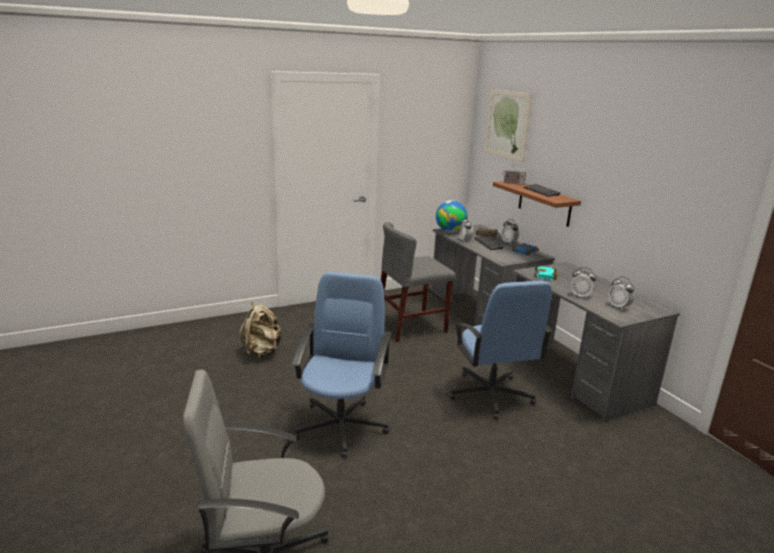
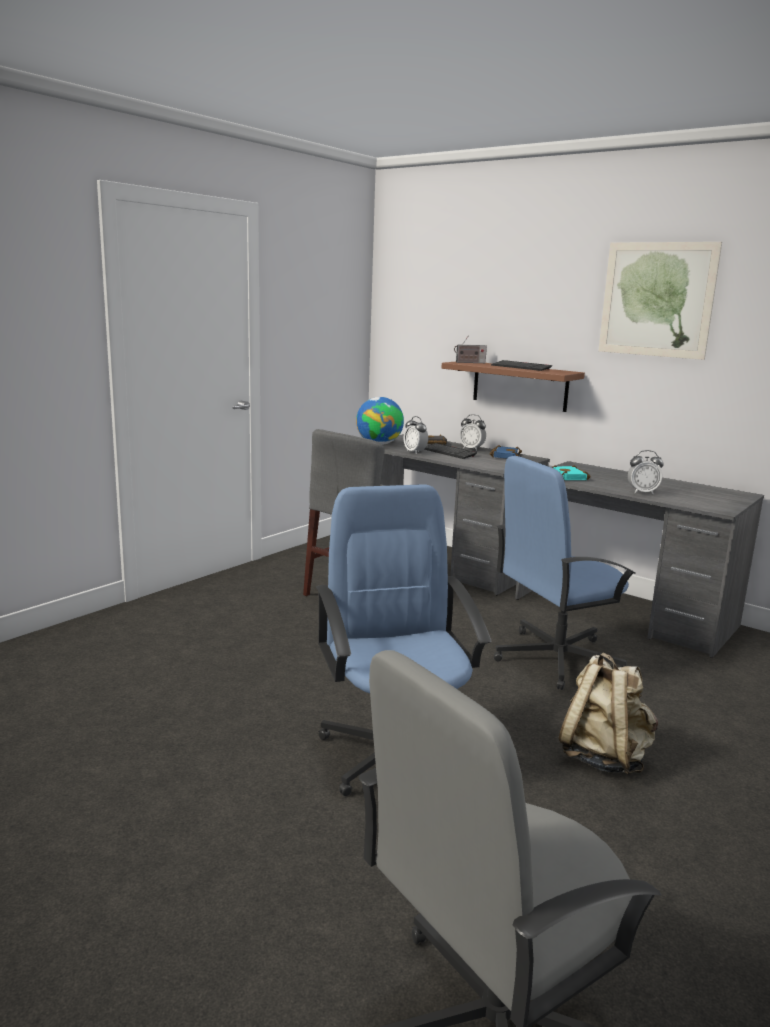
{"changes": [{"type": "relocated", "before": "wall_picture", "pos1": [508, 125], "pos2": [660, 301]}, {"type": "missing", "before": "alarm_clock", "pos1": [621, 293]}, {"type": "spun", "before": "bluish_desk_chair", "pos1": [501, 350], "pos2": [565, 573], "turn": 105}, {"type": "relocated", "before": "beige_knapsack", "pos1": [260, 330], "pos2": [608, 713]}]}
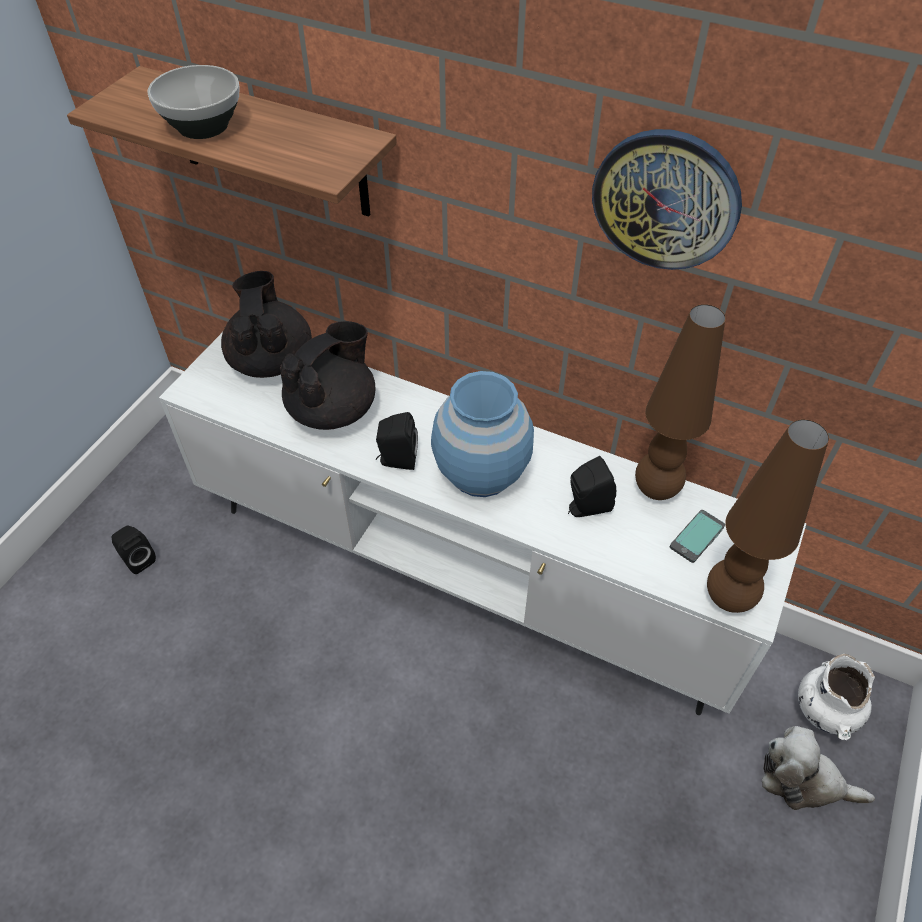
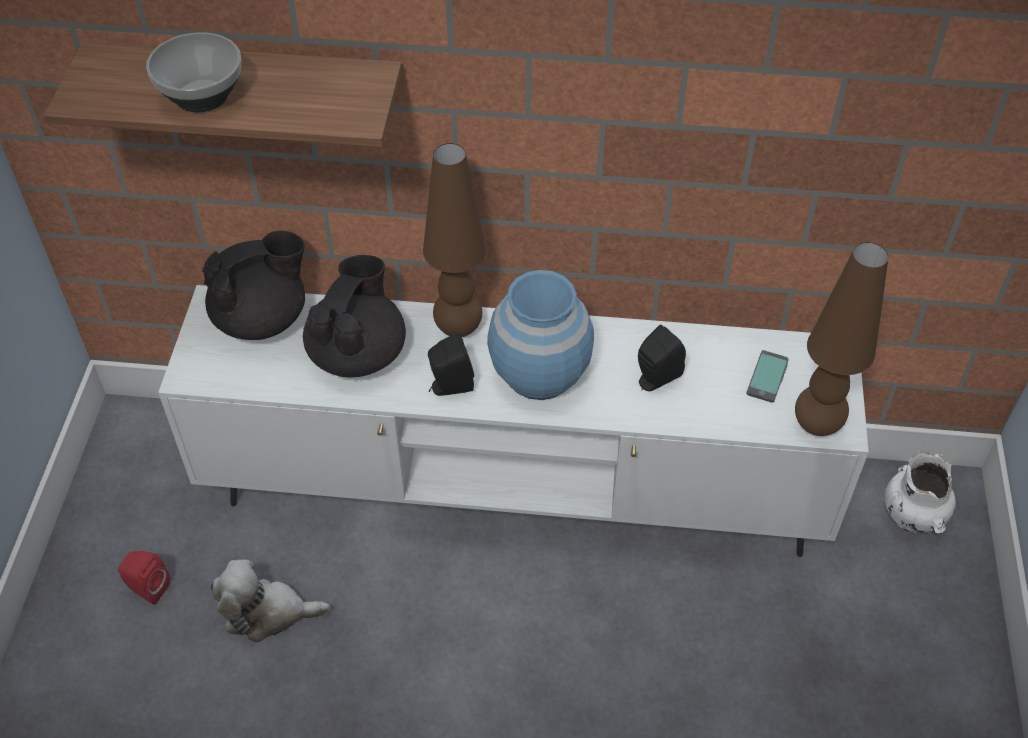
{"changes": [{"type": "missing", "before": "wall_clock", "pos1": [667, 199]}, {"type": "spun", "before": "black_tea_pot", "pos1": [266, 324], "pos2": [253, 285], "turn": 90}, {"type": "relocated", "before": "brown-coloured_lamp_for_a_table", "pos1": [680, 402], "pos2": [454, 240]}, {"type": "colour", "before": "black_audio_speaker", "after": "red-coloured_audio_speaker", "pos1": [133, 550], "pos2": [144, 578]}, {"type": "relocated", "before": "soft_toy", "pos1": [818, 768], "pos2": [270, 601]}]}
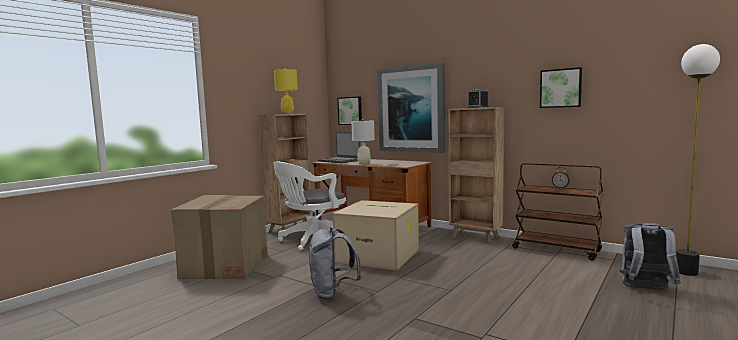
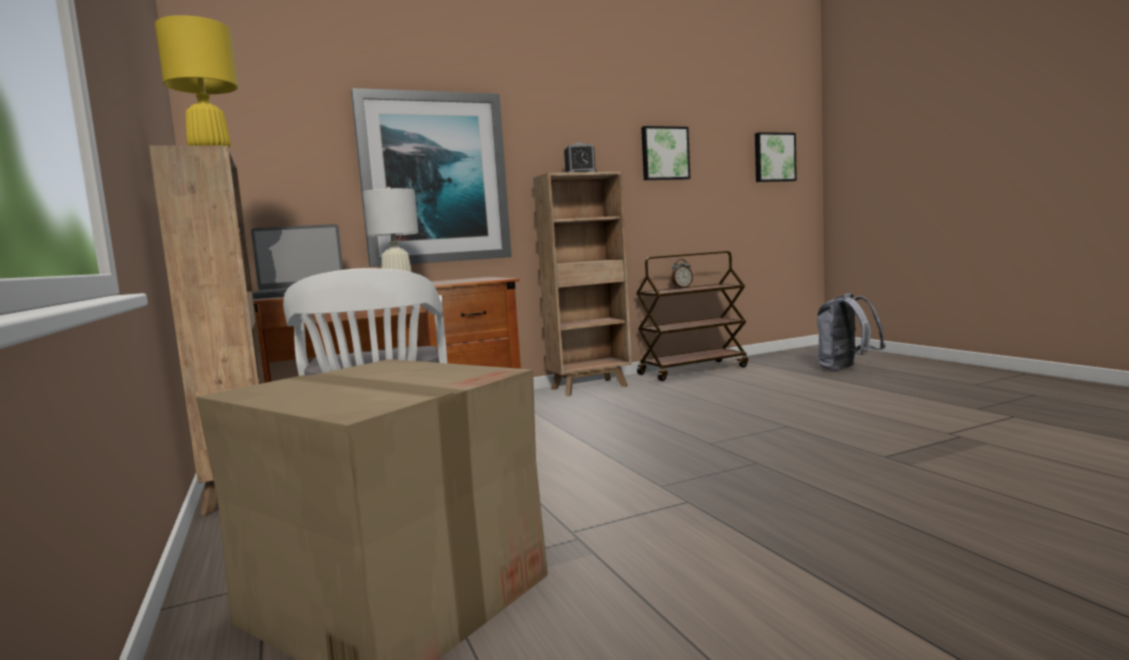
{"changes": [{"type": "missing", "before": "standing_lamp", "pos1": [698, 160]}, {"type": "relocated", "before": "wall_picture", "pos1": [349, 110], "pos2": [776, 157]}, {"type": "missing", "before": "carton", "pos1": [375, 235]}, {"type": "missing", "before": "grey_knapsack", "pos1": [335, 263]}]}
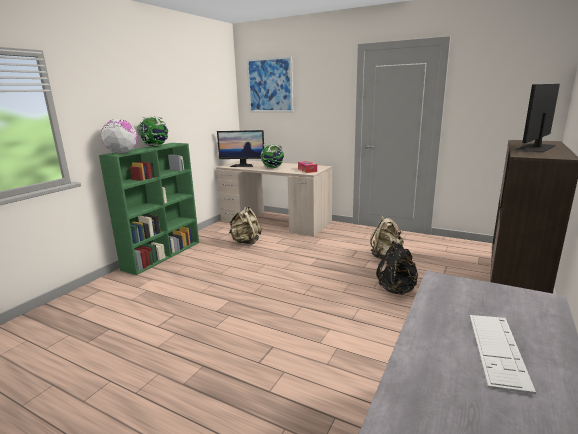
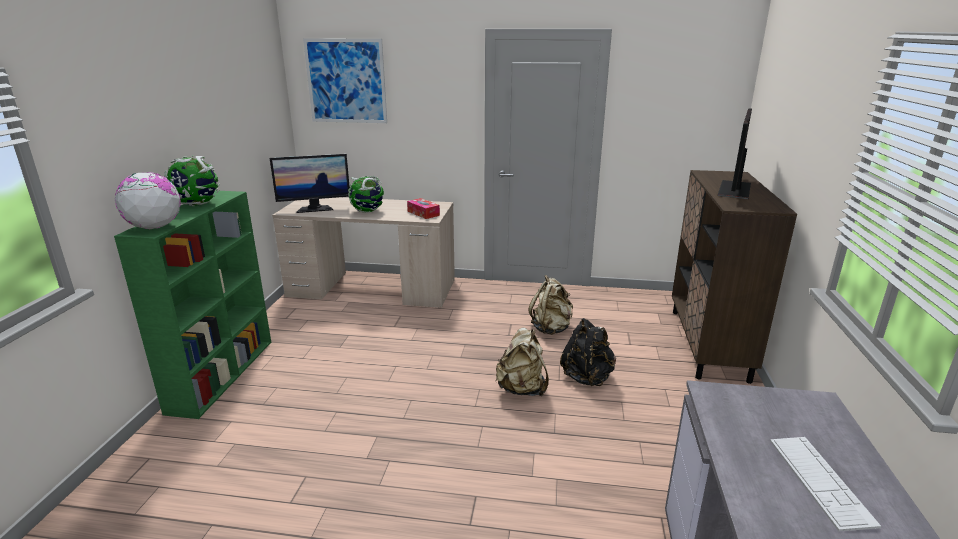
{"changes": [{"type": "relocated", "before": "beige_knapsack", "pos1": [245, 225], "pos2": [522, 362]}]}
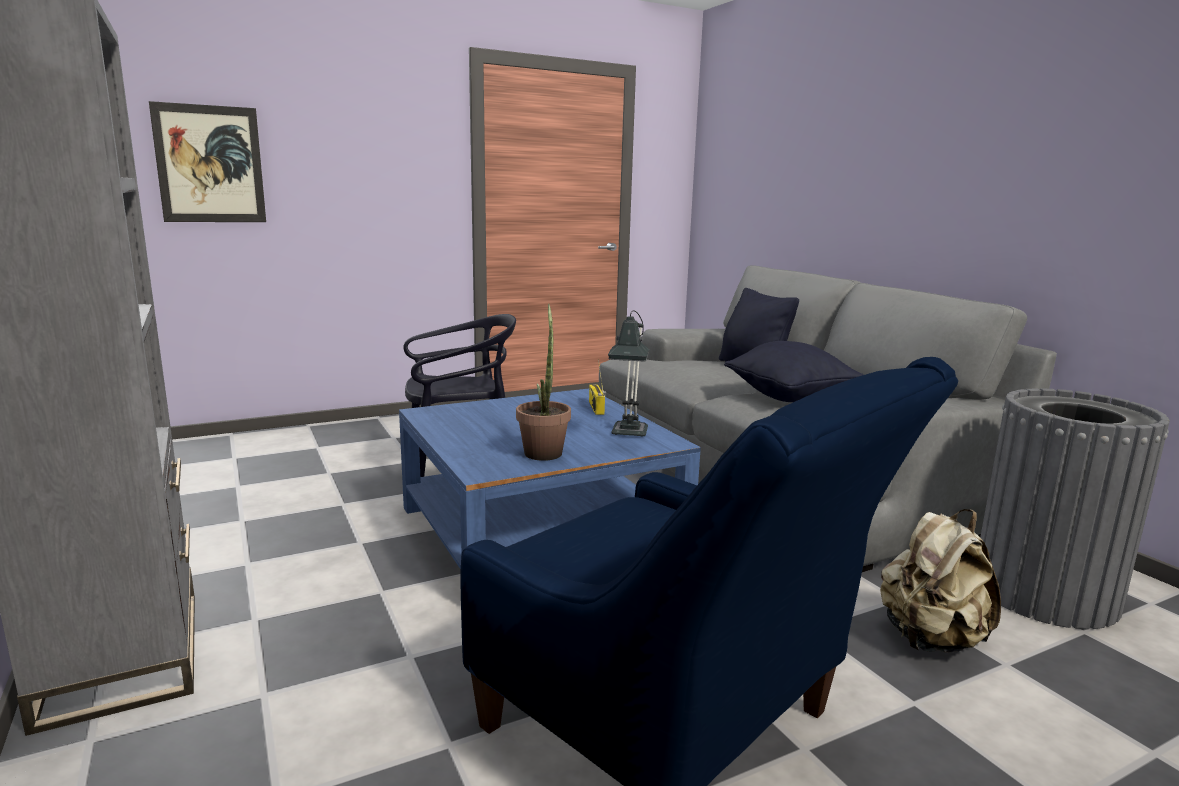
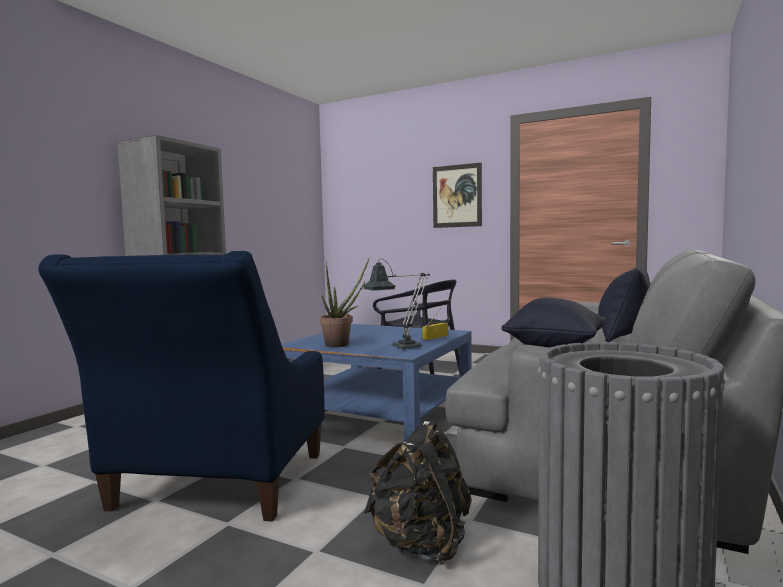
{"changes": [{"type": "relocated", "before": "wall_picture", "pos1": [207, 161], "pos2": [457, 195]}, {"type": "colour", "before": "beige_knapsack", "after": "black_knapsack", "pos1": [940, 581], "pos2": [418, 493]}]}
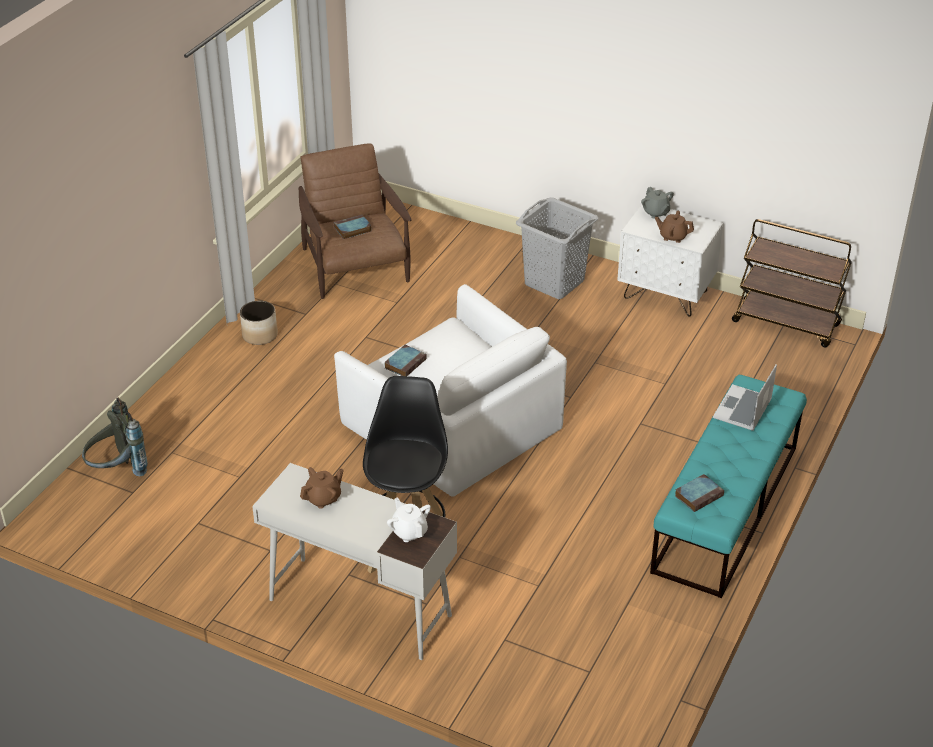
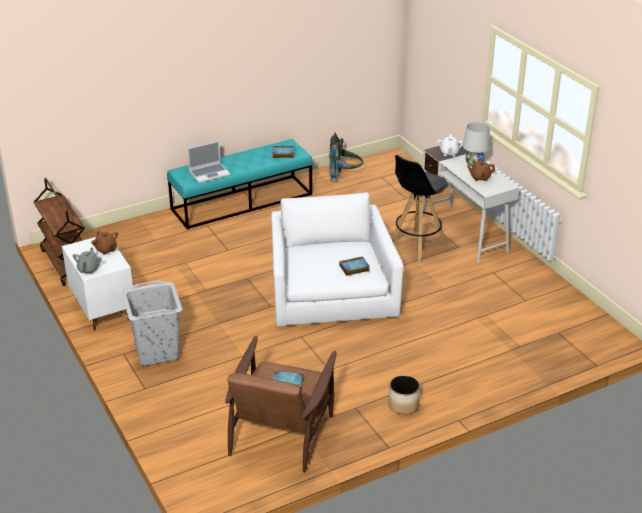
{"changes": [{"type": "relocated", "before": "grey_knapsack", "pos1": [115, 436], "pos2": [346, 157]}, {"type": "appeared", "after": "white_lamp_for_a_table", "pos2": [476, 144]}]}
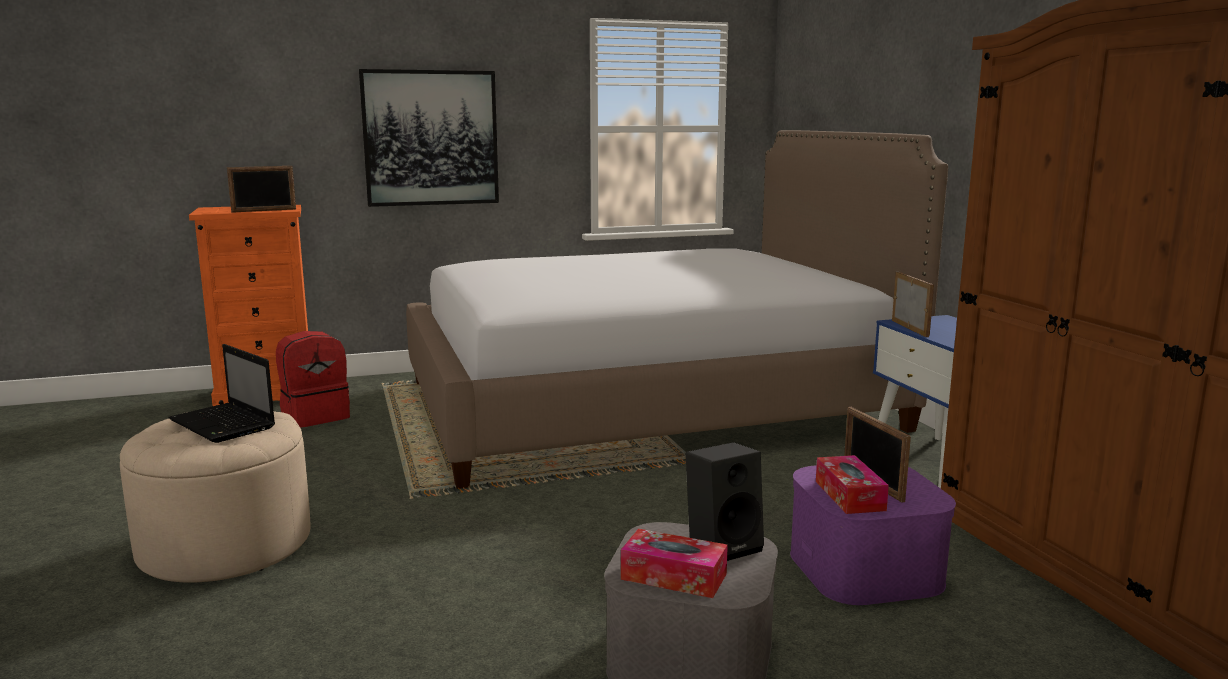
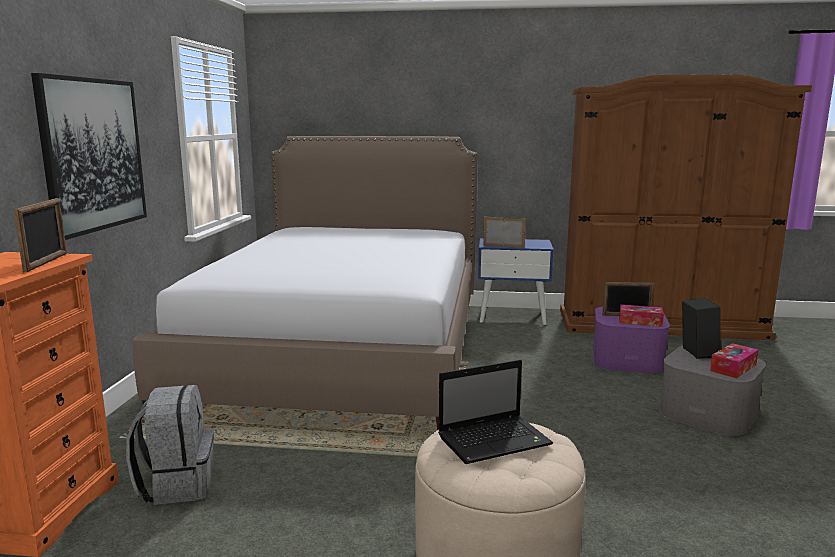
{"changes": [{"type": "colour", "before": "red-coloured_knapsack", "after": "grey_knapsack", "pos1": [313, 379], "pos2": [170, 445]}]}
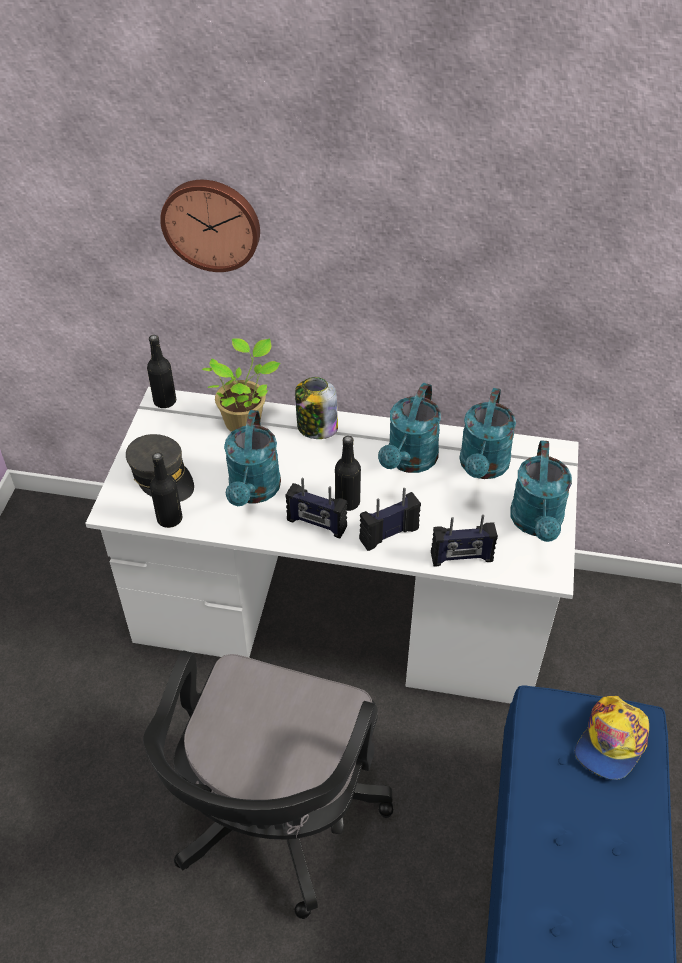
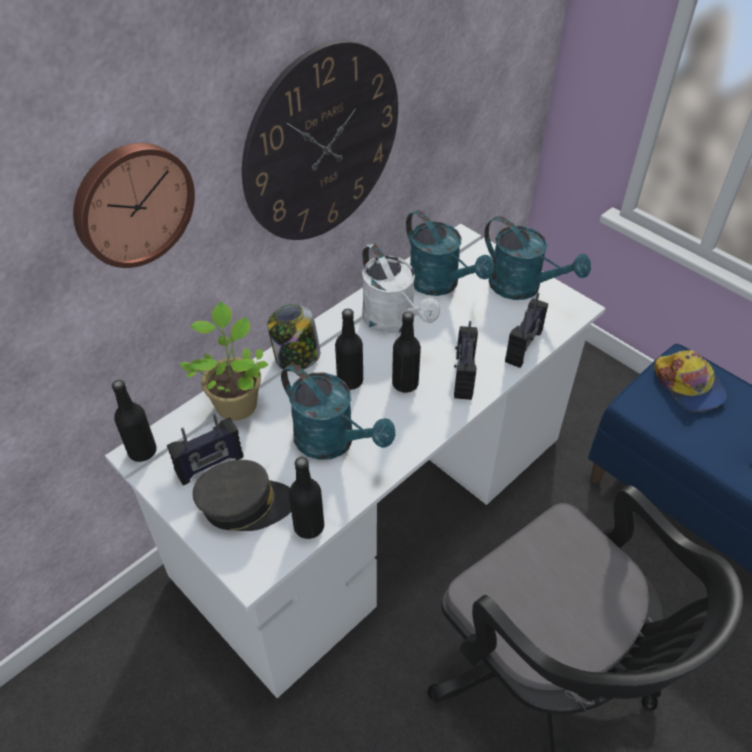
{"changes": [{"type": "colour", "before": "turquoise-coloured_sprinkling_can", "after": "white_sprinkling_can", "pos1": [409, 428], "pos2": [401, 288]}, {"type": "relocated", "before": "radio_receiver", "pos1": [316, 508], "pos2": [205, 449]}, {"type": "appeared", "after": "wall_clock", "pos2": [320, 140]}, {"type": "appeared", "after": "black_bottle", "pos2": [349, 349]}]}
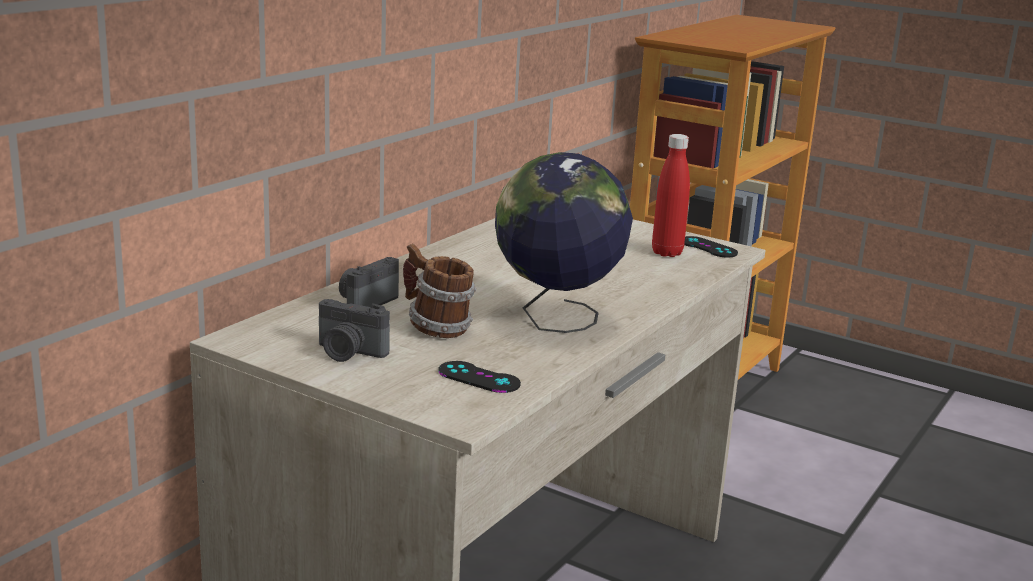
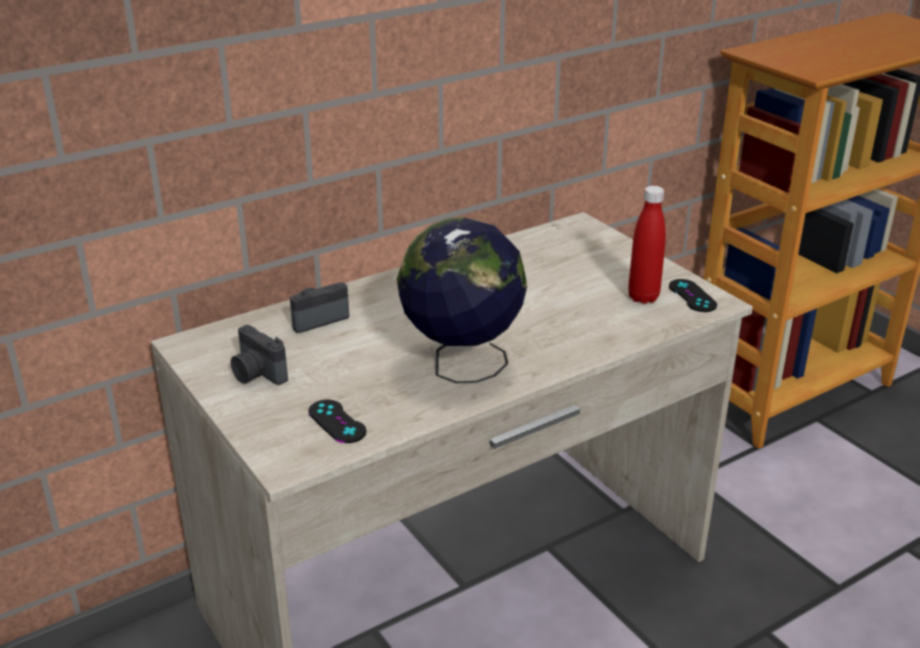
{"changes": [{"type": "missing", "before": "tea_mug", "pos1": [439, 291]}]}
